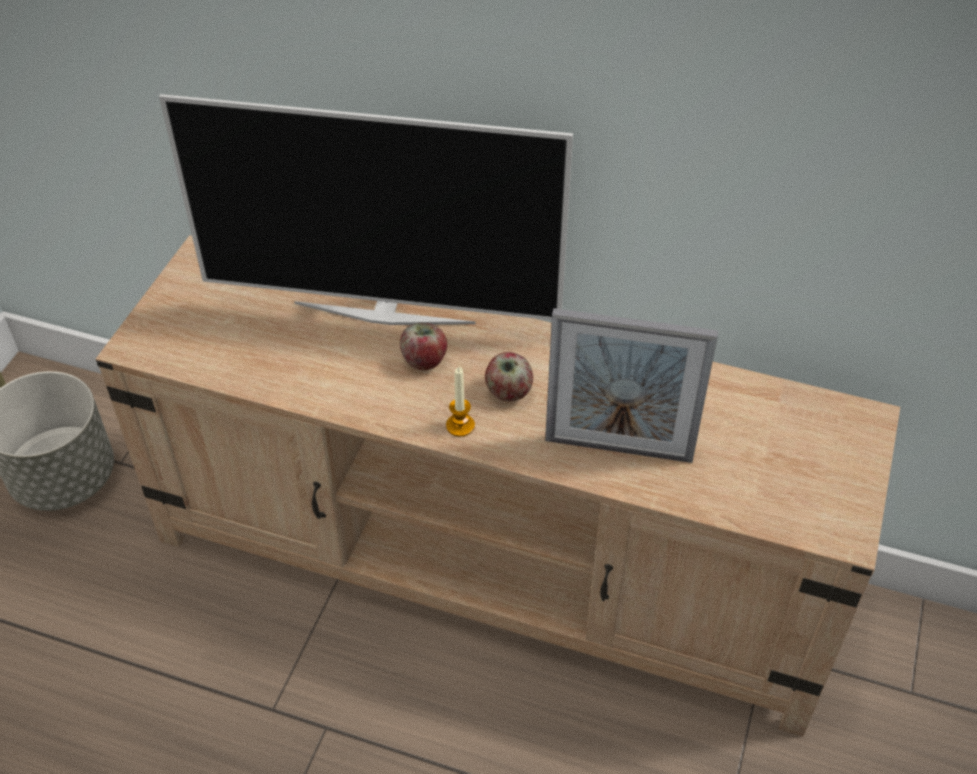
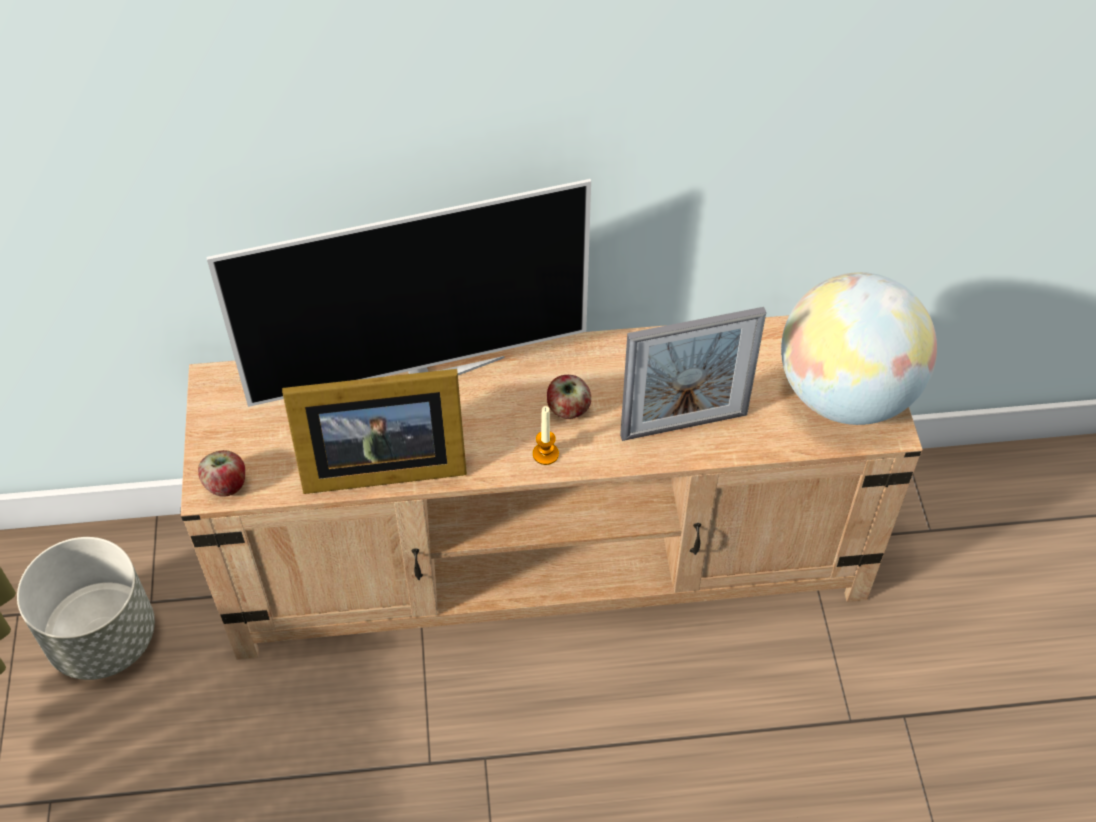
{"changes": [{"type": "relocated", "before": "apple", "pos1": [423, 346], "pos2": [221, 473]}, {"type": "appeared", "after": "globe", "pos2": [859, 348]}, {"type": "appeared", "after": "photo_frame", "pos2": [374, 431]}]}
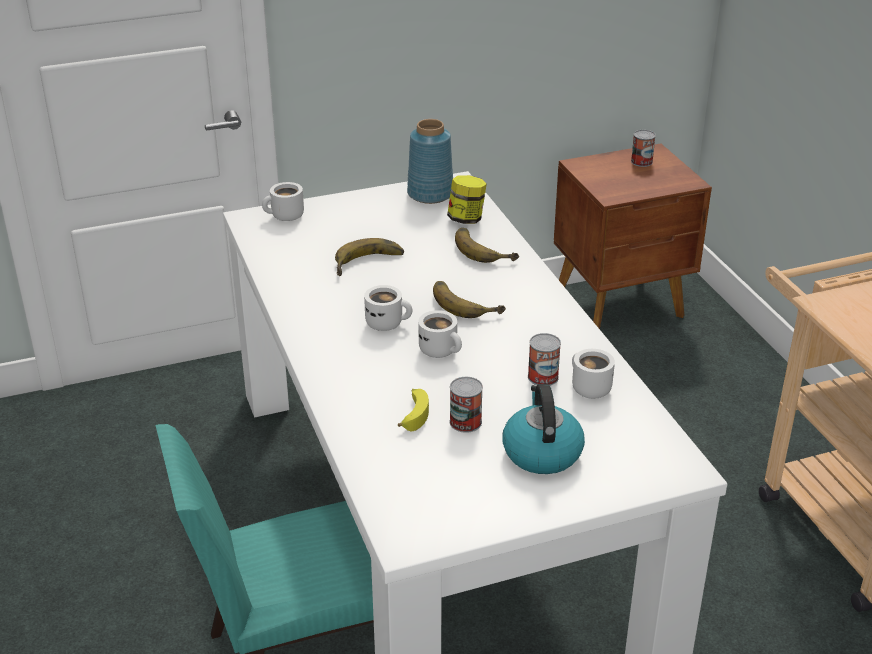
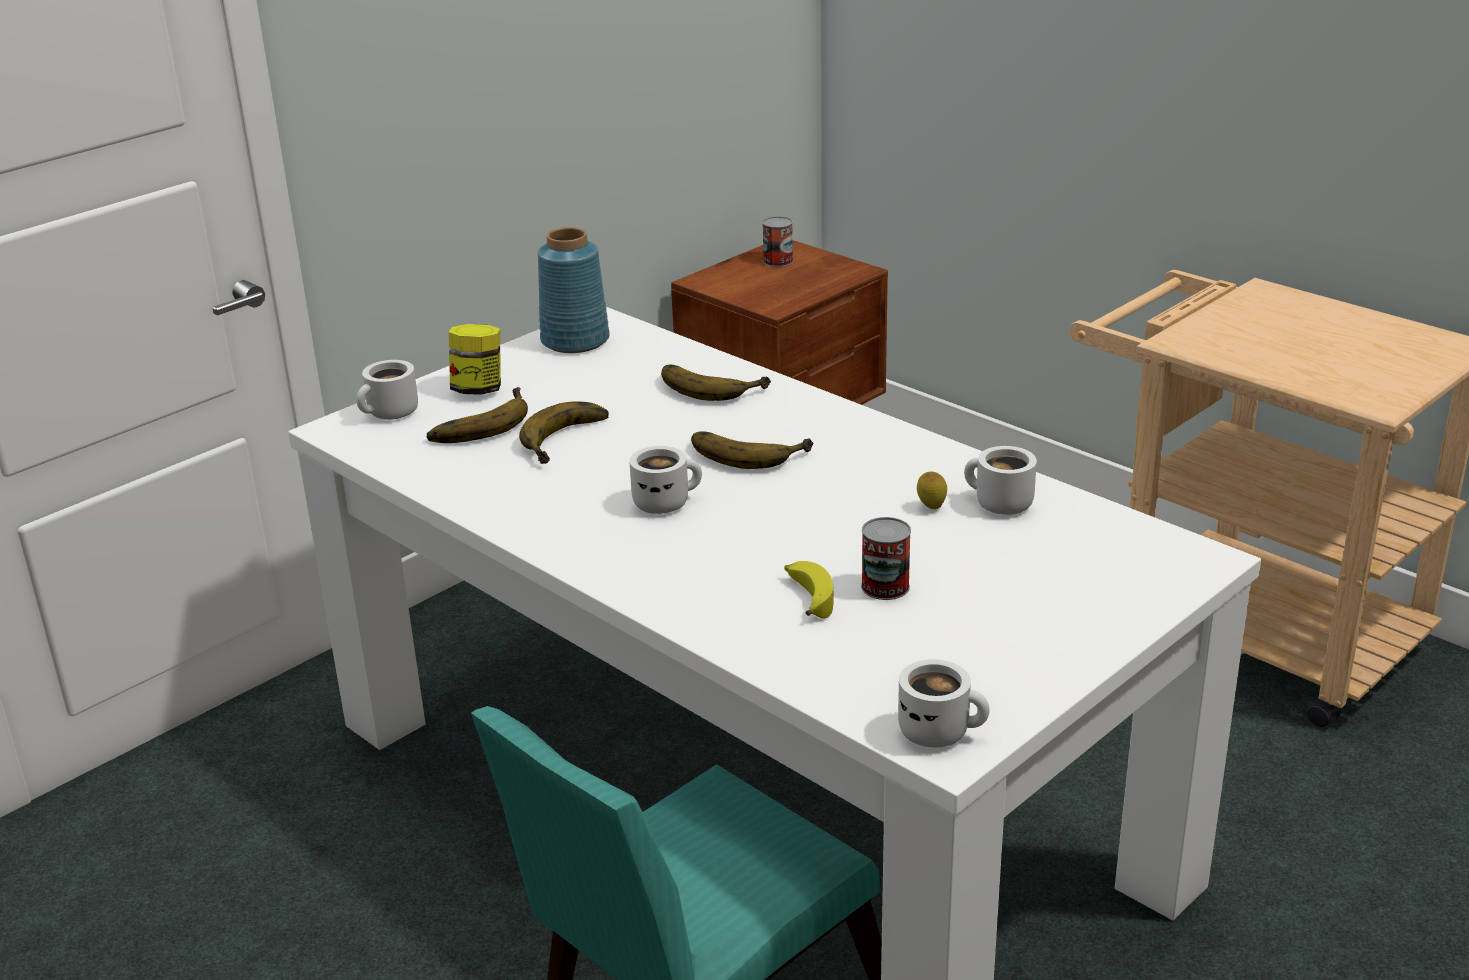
{"changes": [{"type": "relocated", "before": "storage_jar", "pos1": [467, 199], "pos2": [475, 359]}, {"type": "relocated", "before": "white_tea_mug", "pos1": [440, 334], "pos2": [943, 703]}, {"type": "exchanged", "before": "metal_can", "after": "citrus_fruit", "pos1": [544, 359], "pos2": [932, 490]}, {"type": "missing", "before": "kettle", "pos1": [543, 429]}, {"type": "appeared", "after": "banana_fruit", "pos2": [477, 415]}]}
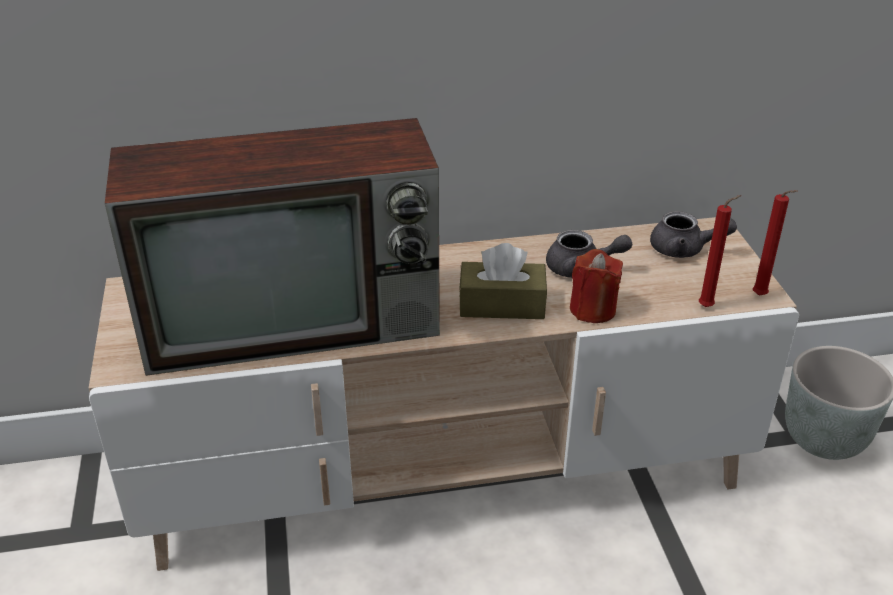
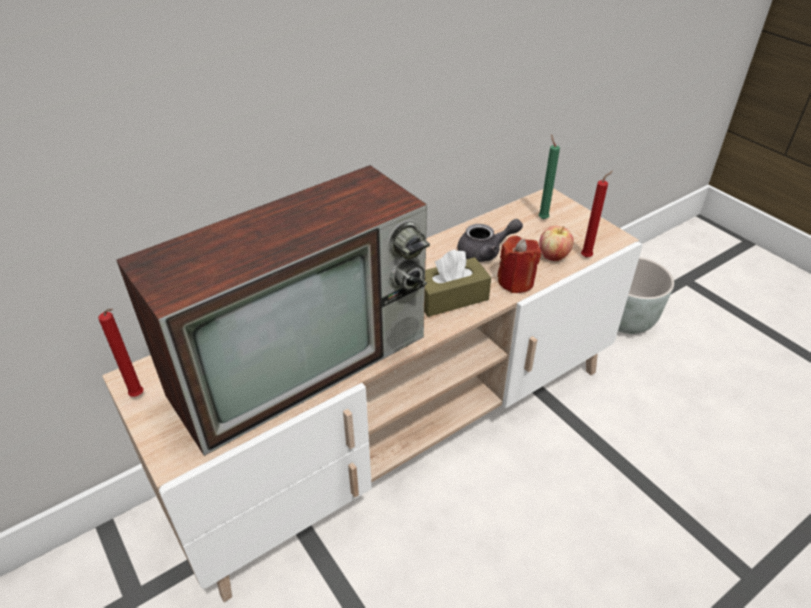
{"changes": [{"type": "relocated", "before": "red-coloured_wax_candle", "pos1": [775, 243], "pos2": [120, 353]}, {"type": "exchanged", "before": "grey_tea_pot", "after": "green_wax_candle", "pos1": [693, 234], "pos2": [549, 176]}, {"type": "appeared", "after": "apple", "pos2": [557, 243]}]}
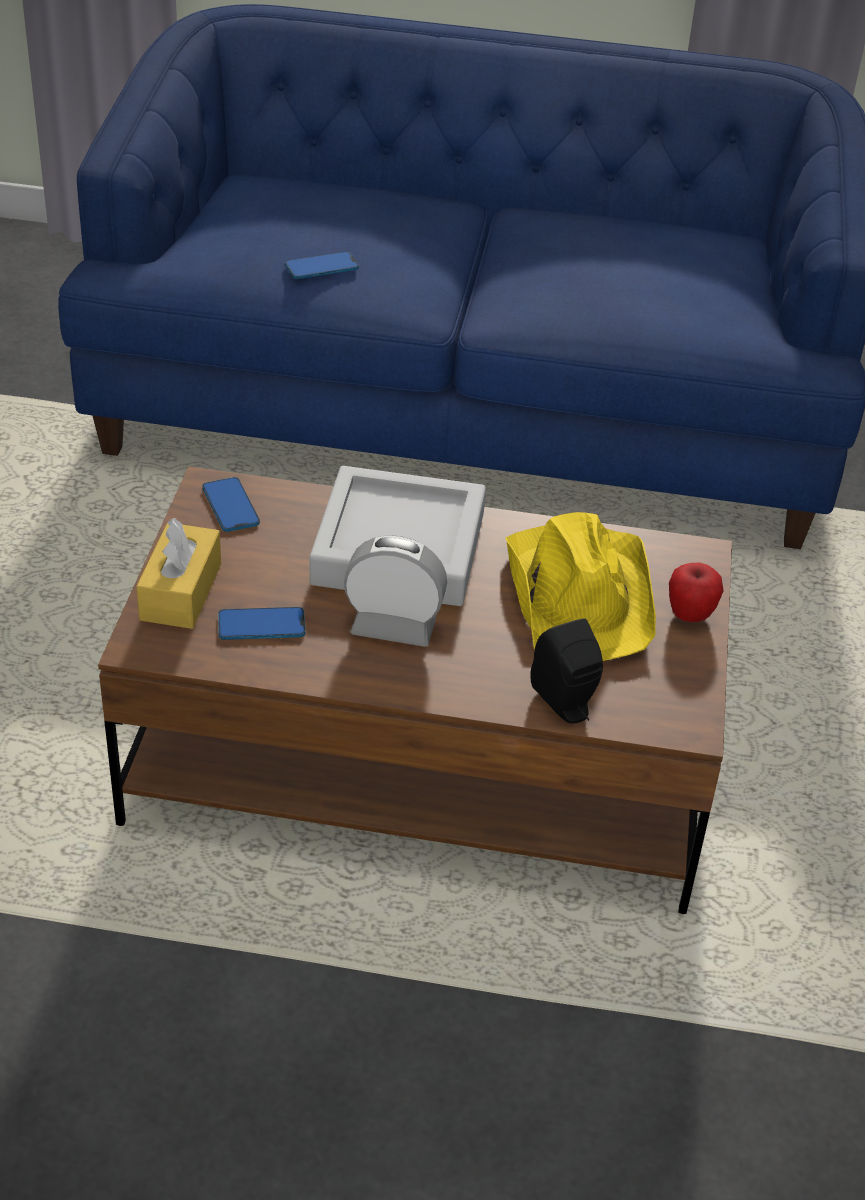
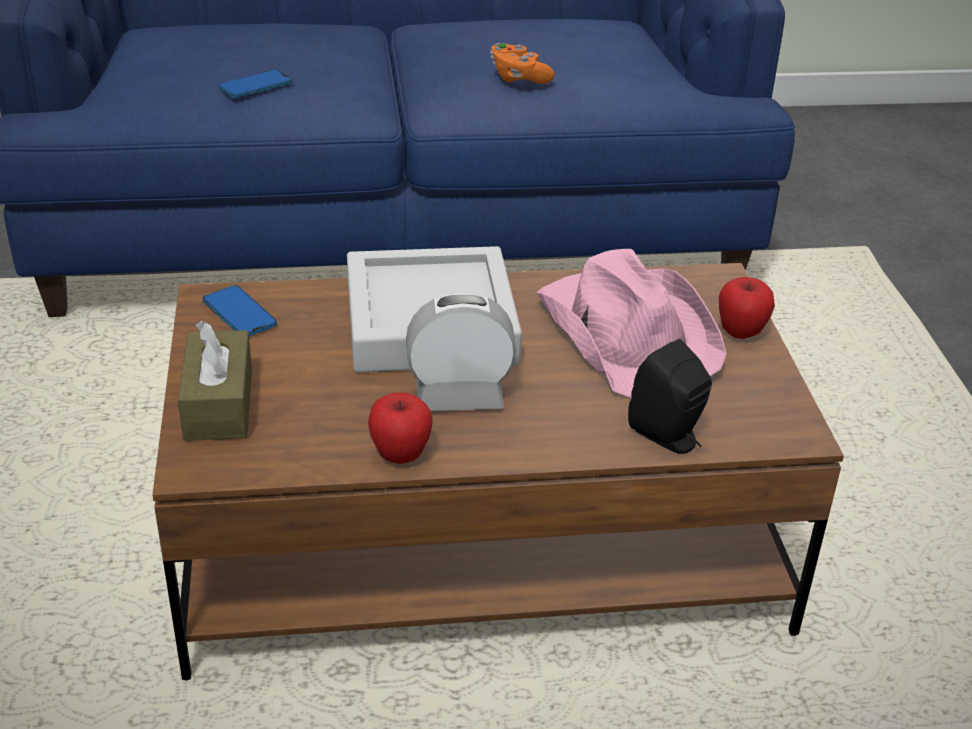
{"changes": [{"type": "colour", "before": "yellowish_clothing_hat", "after": "pinkish_clothing_hat", "pos1": [580, 586], "pos2": [631, 323]}, {"type": "colour", "before": "yellowish_tissue_box", "after": "brown-coloured_tissue_box", "pos1": [178, 573], "pos2": [215, 381]}, {"type": "missing", "before": "handset", "pos1": [261, 623]}, {"type": "appeared", "after": "orangey_joypad", "pos2": [522, 63]}, {"type": "appeared", "after": "apple", "pos2": [400, 428]}]}
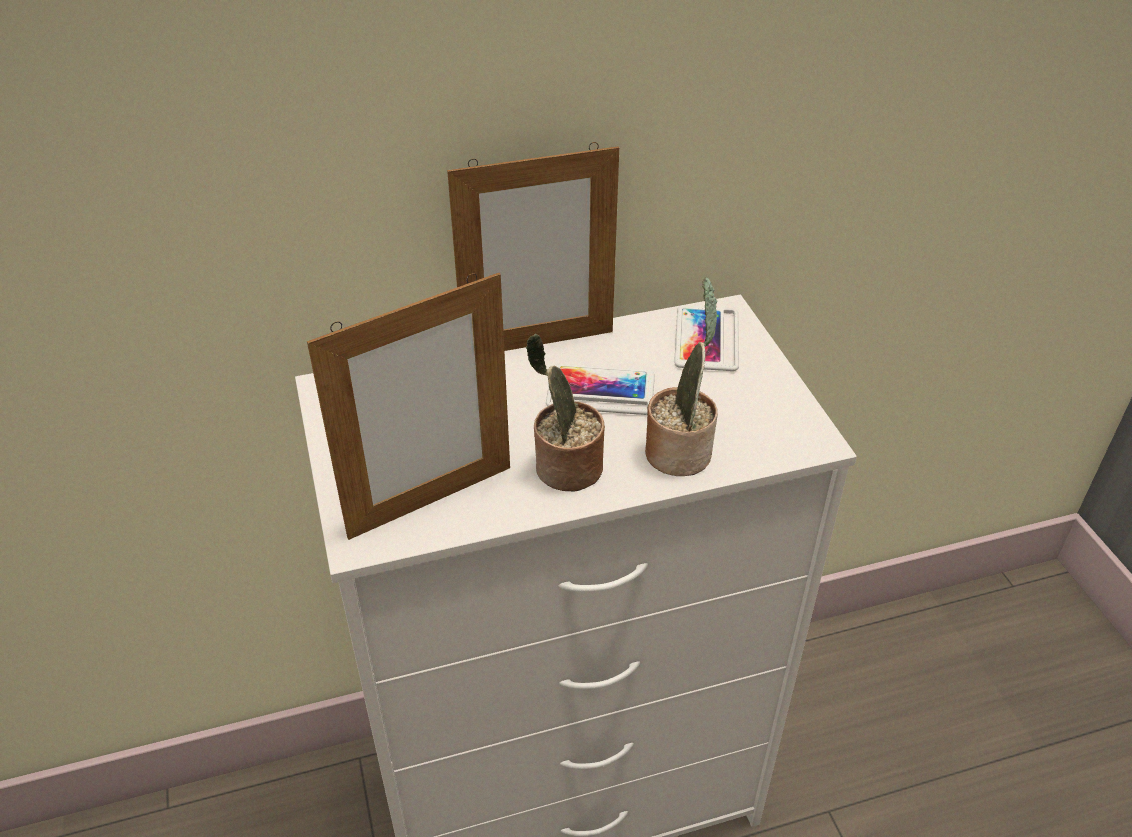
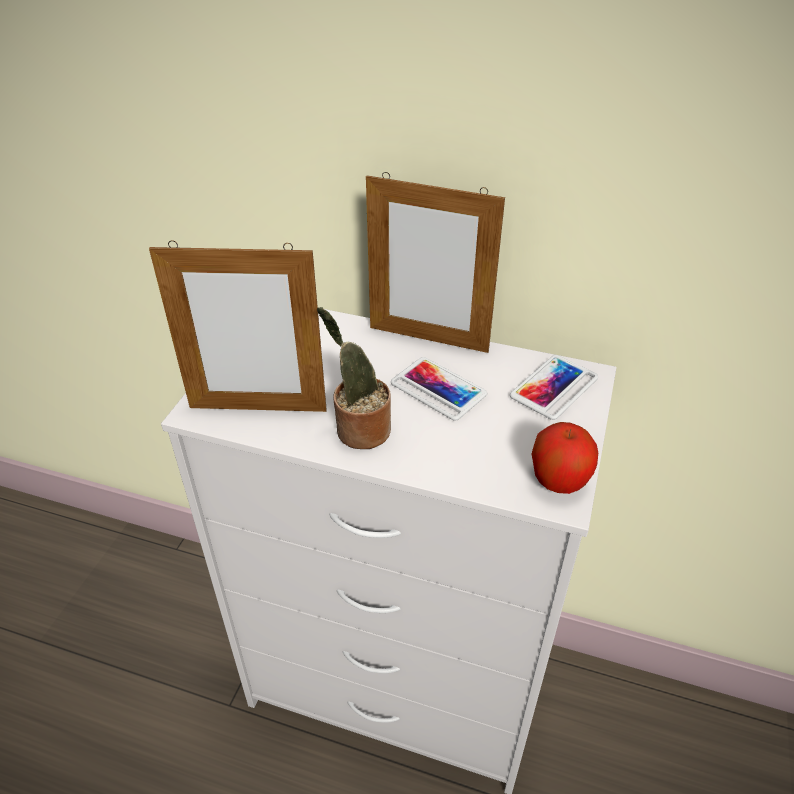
{"changes": [{"type": "missing", "before": "houseplant", "pos1": [681, 376]}, {"type": "appeared", "after": "apple", "pos2": [565, 458]}]}
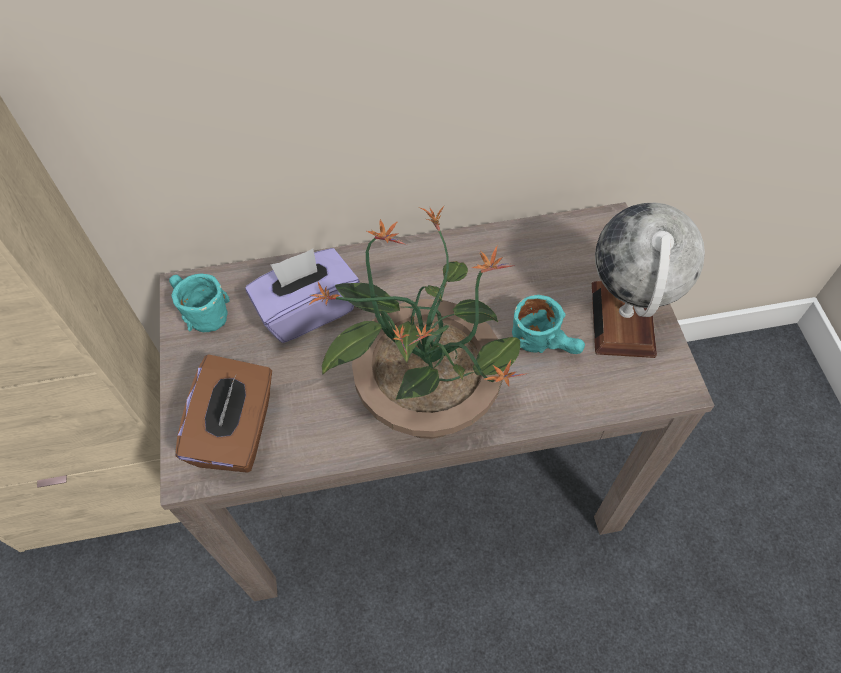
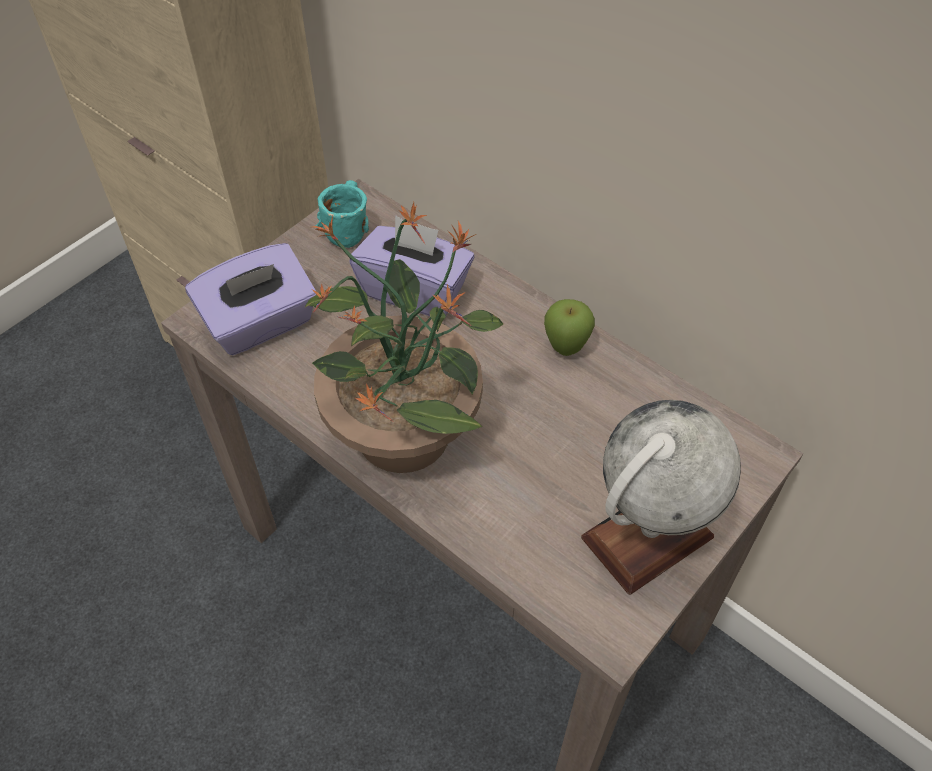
{"changes": [{"type": "missing", "before": "turquoise-coloured_tea_mug", "pos1": [548, 324]}, {"type": "colour", "before": "brown-coloured_tissue_box", "after": "purple-coloured_tissue_box", "pos1": [223, 413], "pos2": [250, 299]}, {"type": "appeared", "after": "apple", "pos2": [569, 327]}]}
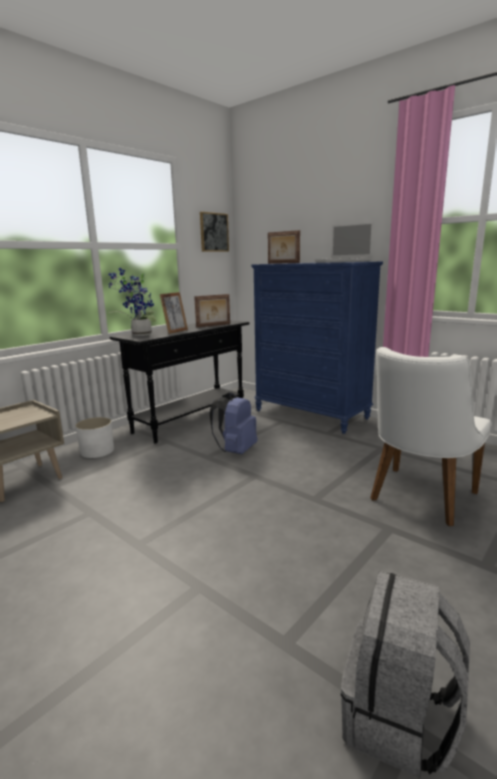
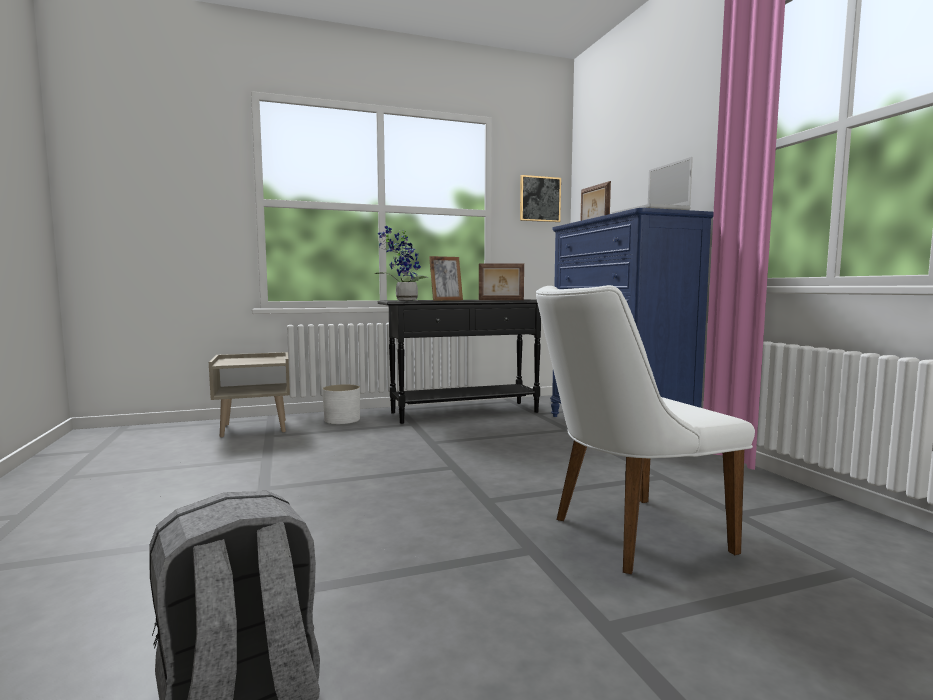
{"changes": [{"type": "missing", "before": "bluish_knapsack", "pos1": [234, 423]}]}
